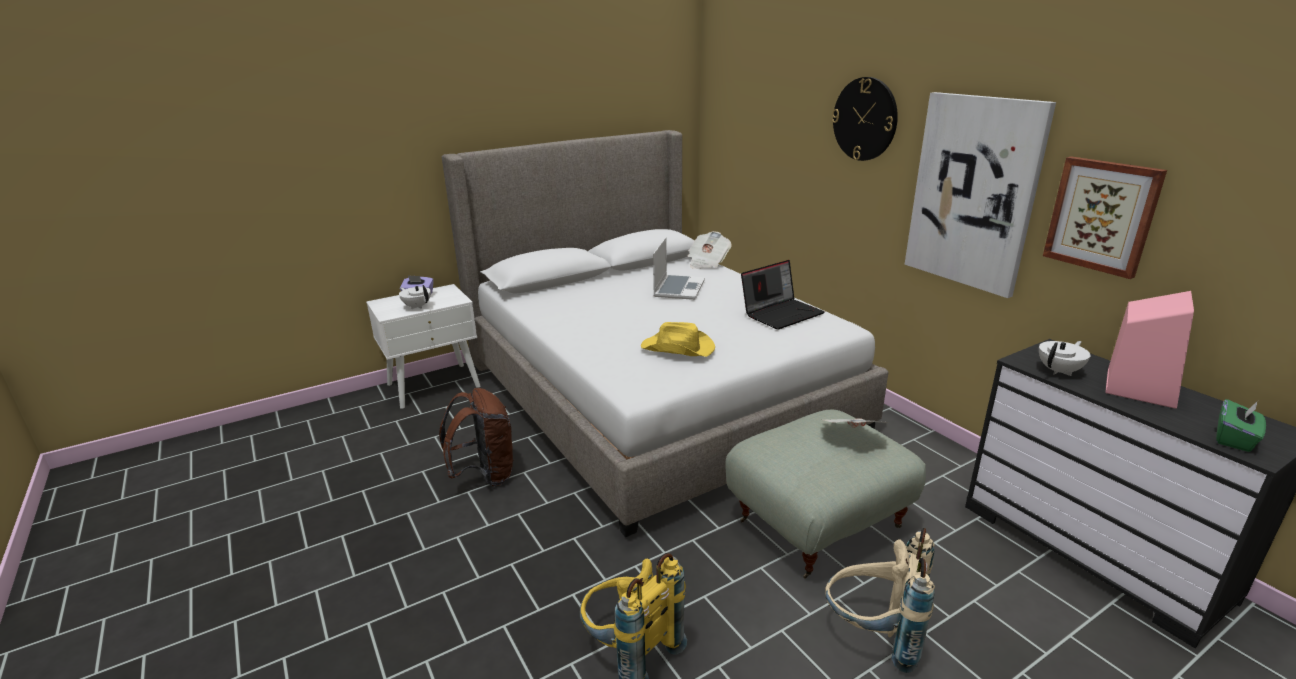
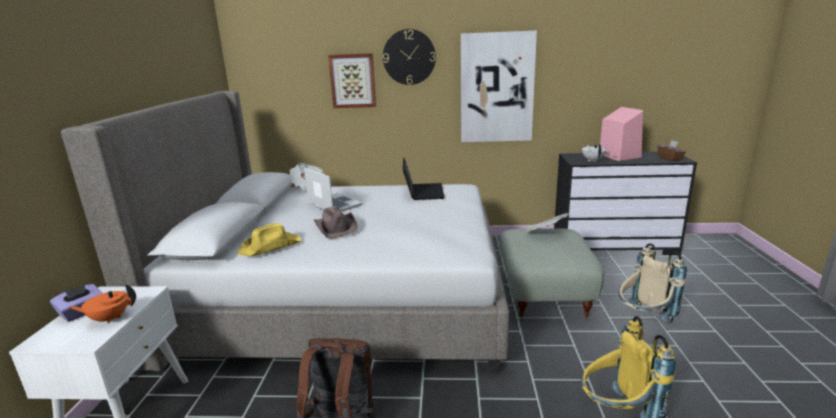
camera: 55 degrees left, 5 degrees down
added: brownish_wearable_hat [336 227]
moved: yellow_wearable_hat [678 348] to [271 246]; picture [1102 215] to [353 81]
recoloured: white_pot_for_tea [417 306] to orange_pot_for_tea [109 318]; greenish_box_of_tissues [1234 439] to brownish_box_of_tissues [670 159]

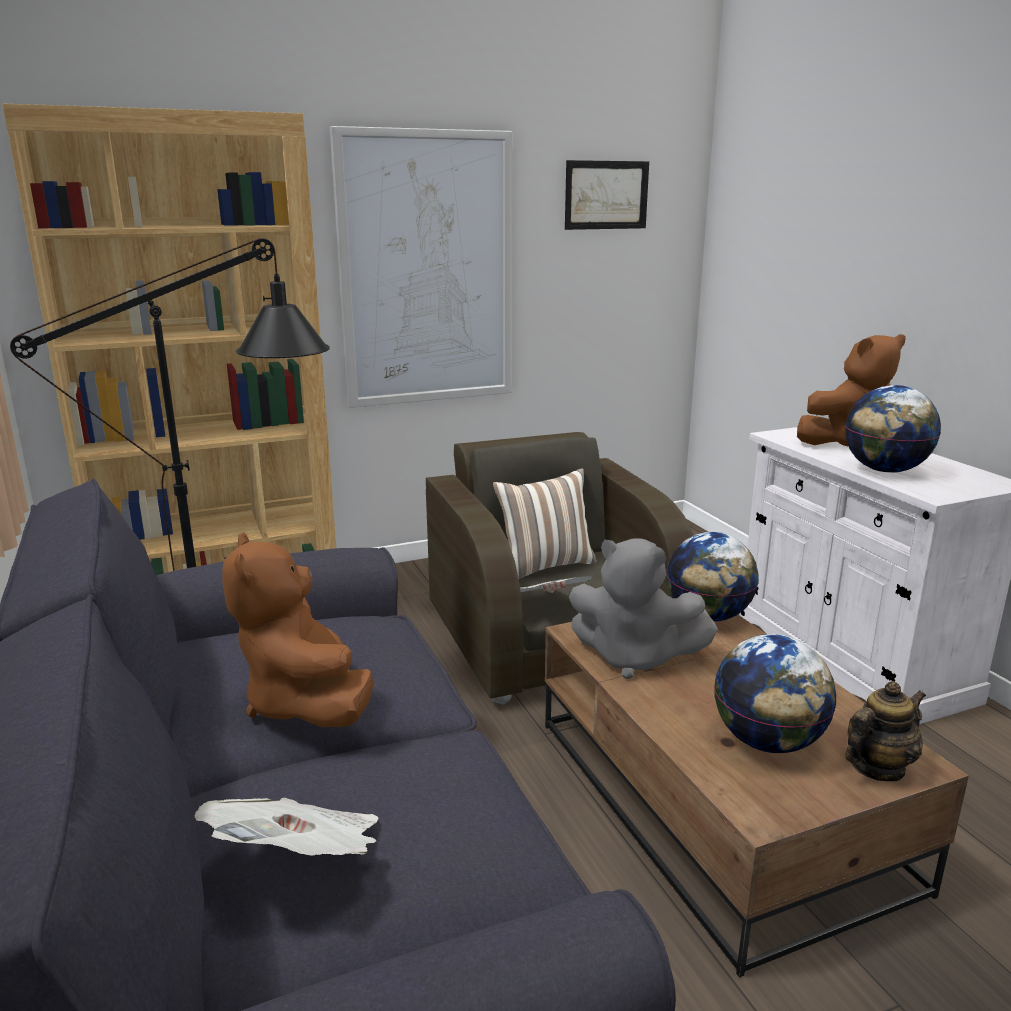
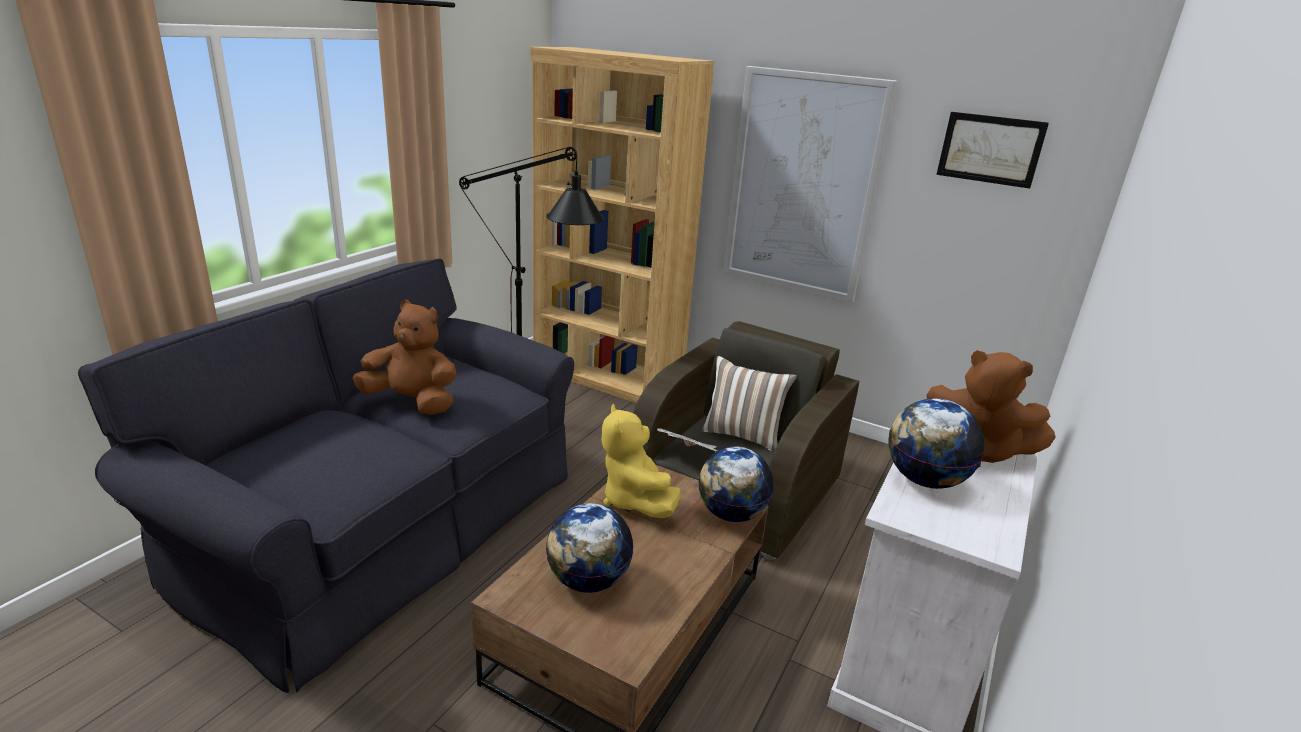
camera: 50 degrees right, 5 degrees up
removed: newspaper [301 861]; pot_for_tea [877 767]
recoloured: grey_soft_toy [634 658] to yellow_soft_toy [635 500]
turned: brownish_soft_toy [305 703] = [412 402] 75 degrees clockwise

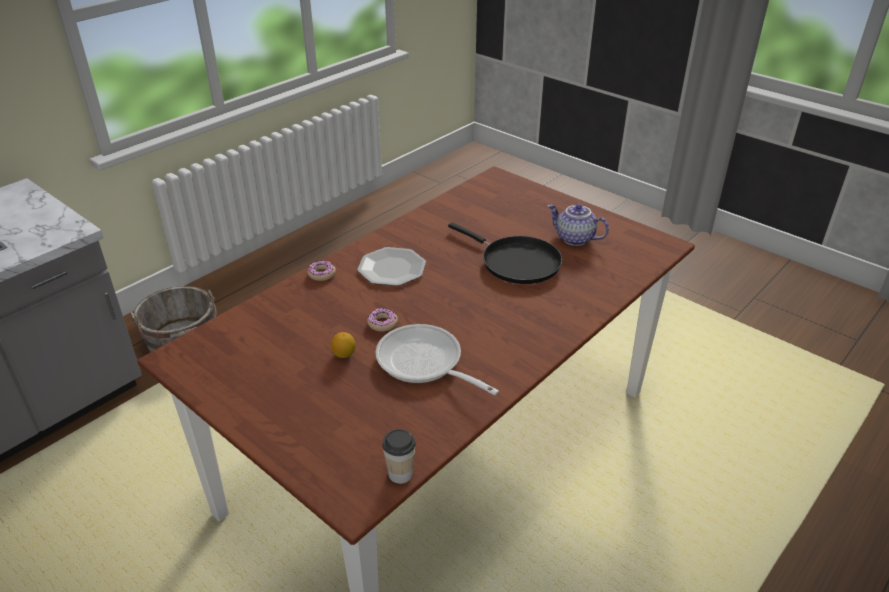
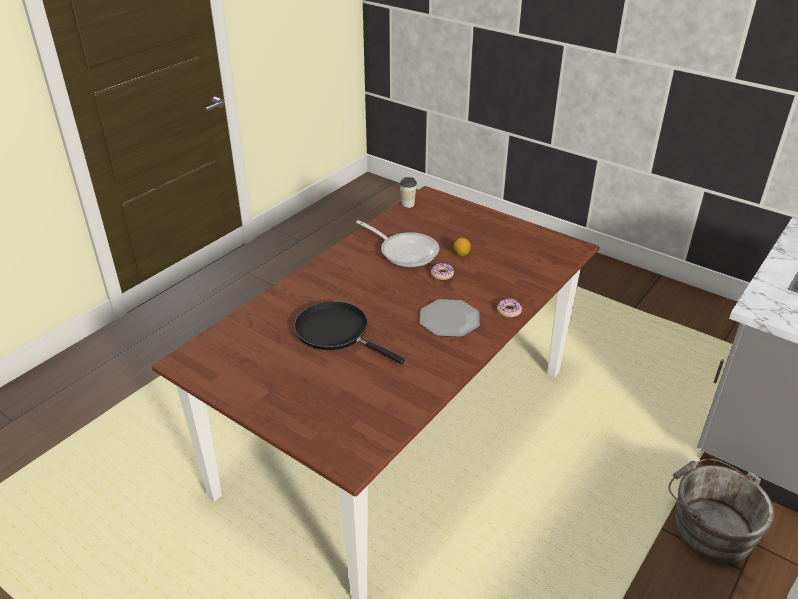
camera: 175 degrees right, 0 degrees up
removed: pot_for_tea [574 239]

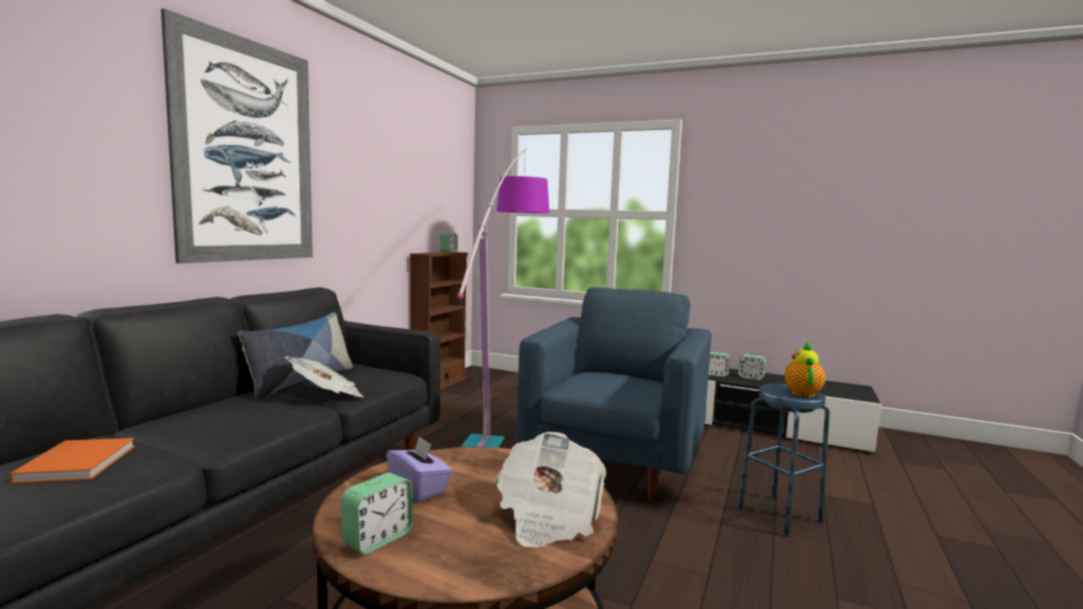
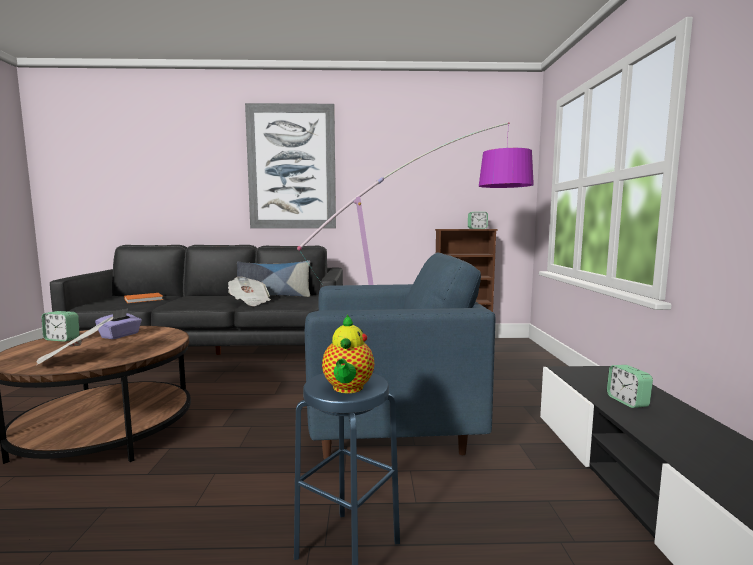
camera: 65 degrees right, 0 degrees up
removed: bedside_clock [751 377]
turned: pot_for_tea [802 392] = [347 388] 105 degrees clockwise

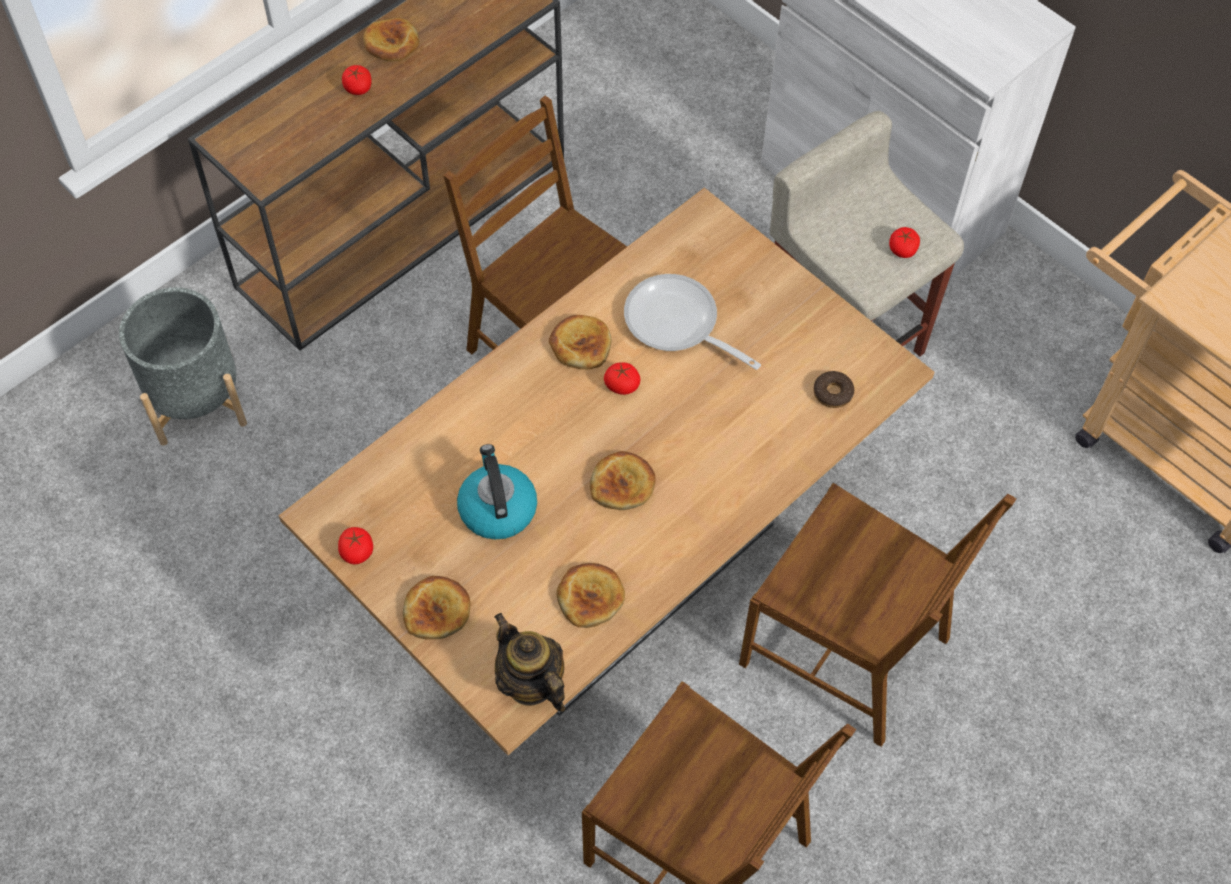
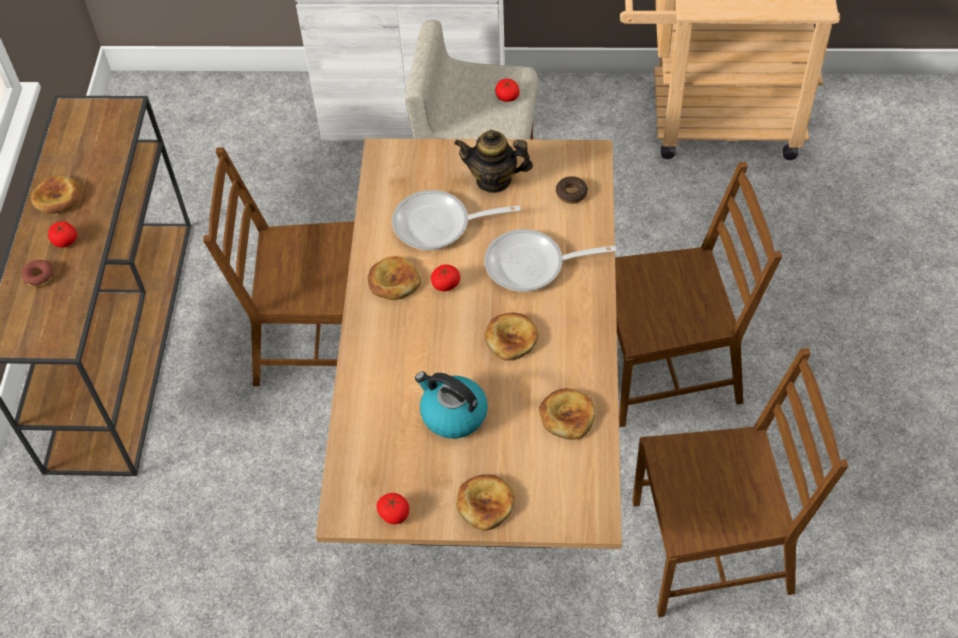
camera: 40 degrees left, 5 degrees down
removed: grey_flower_pot [197 400]
added: ring_doughnut [39 276]; frying_pan [532 265]
moved: pot_for_tea [530 683] to [494 180]

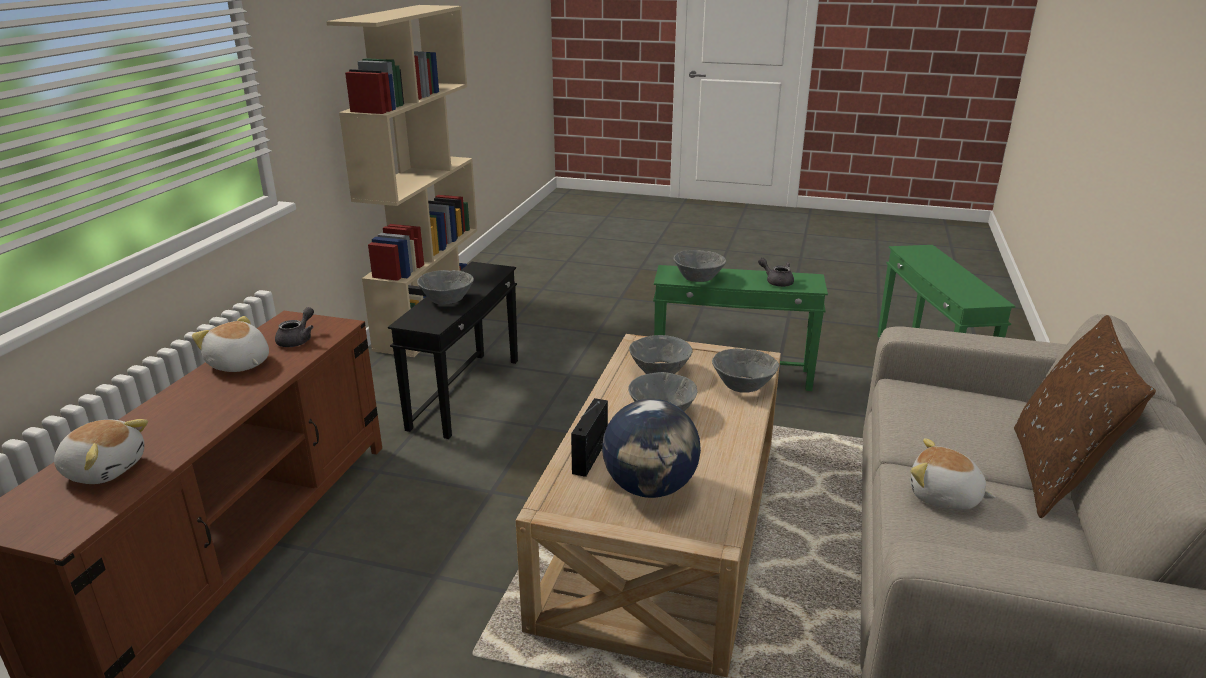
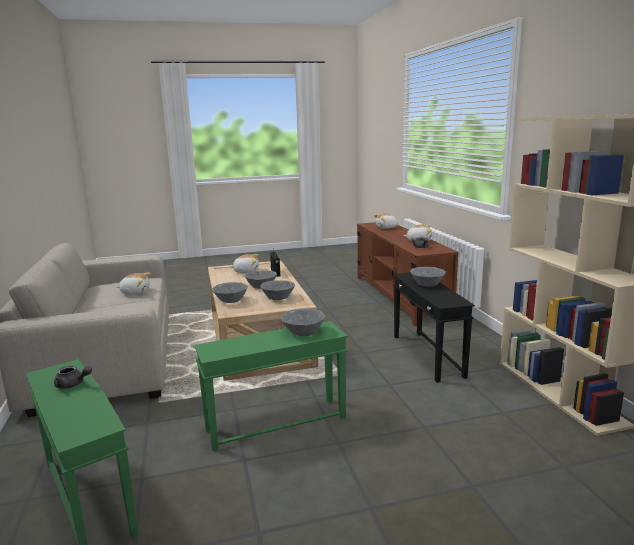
camera: 150 degrees right, 10 degrees down
removed: brownish_throw_pillow [1056 475]
moved: grey_pot_for_tea [776 282] to [73 385]
replaced: world_globe [650 488] to soft_toy [246 271]

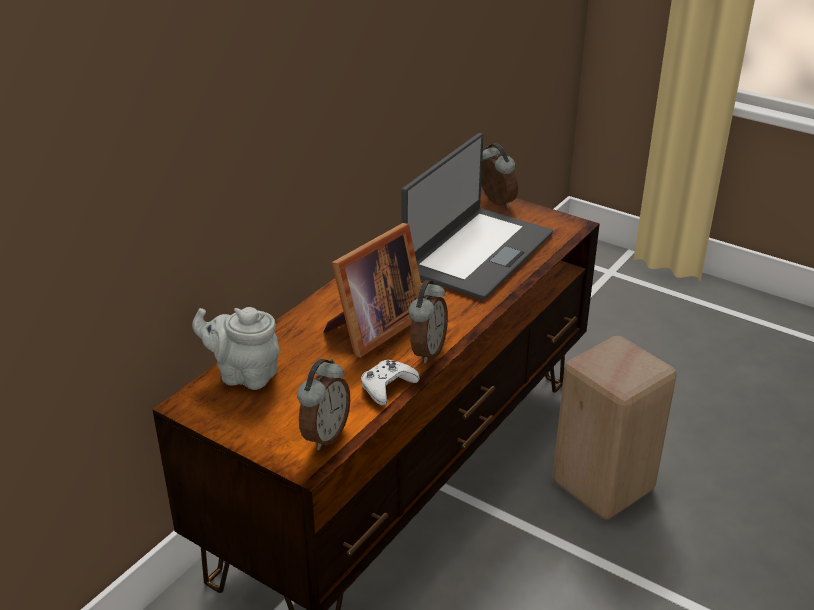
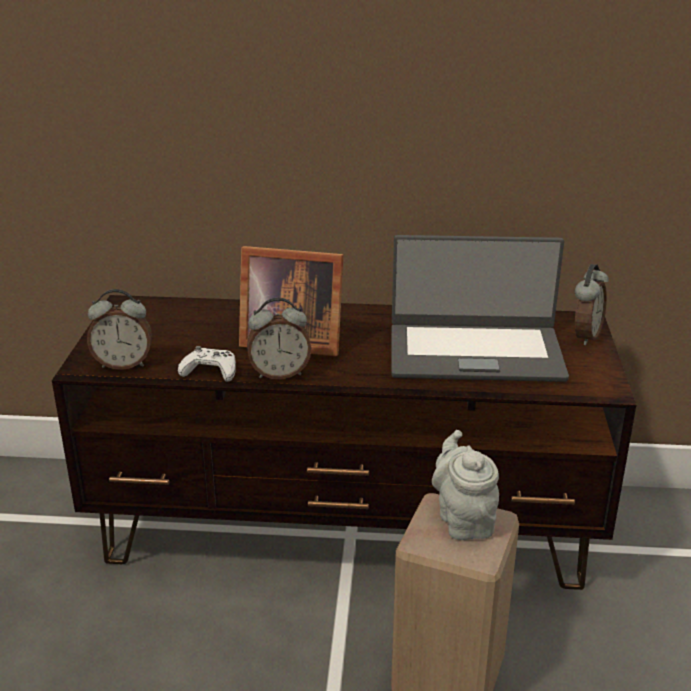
camera: 60 degrees right, 5 degrees down
moved: grey_pot_for_tea [244 375] to [463 519]

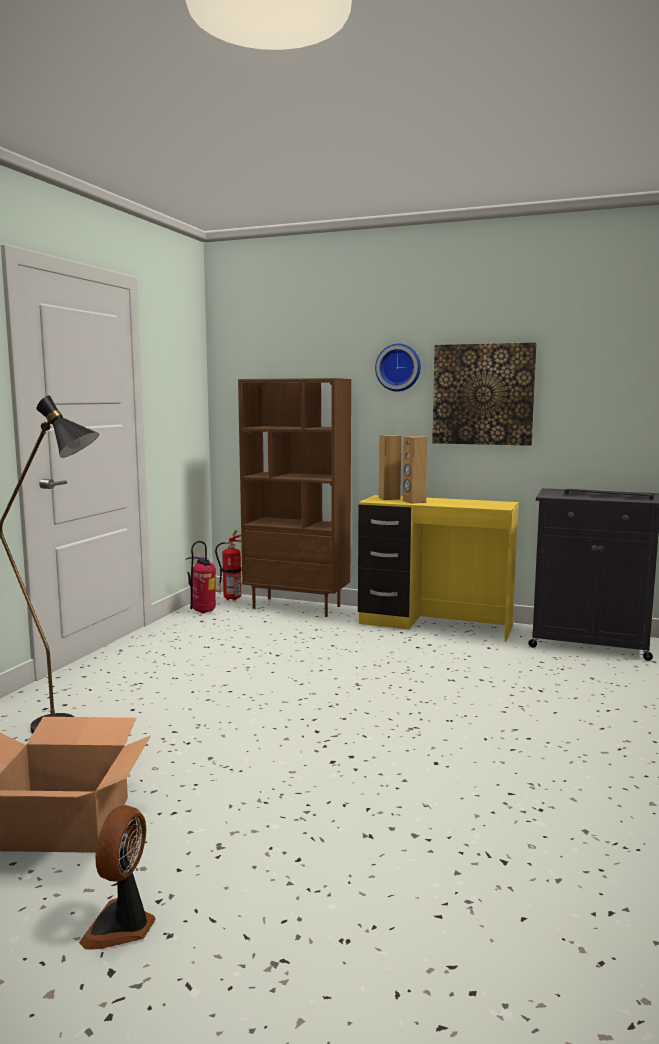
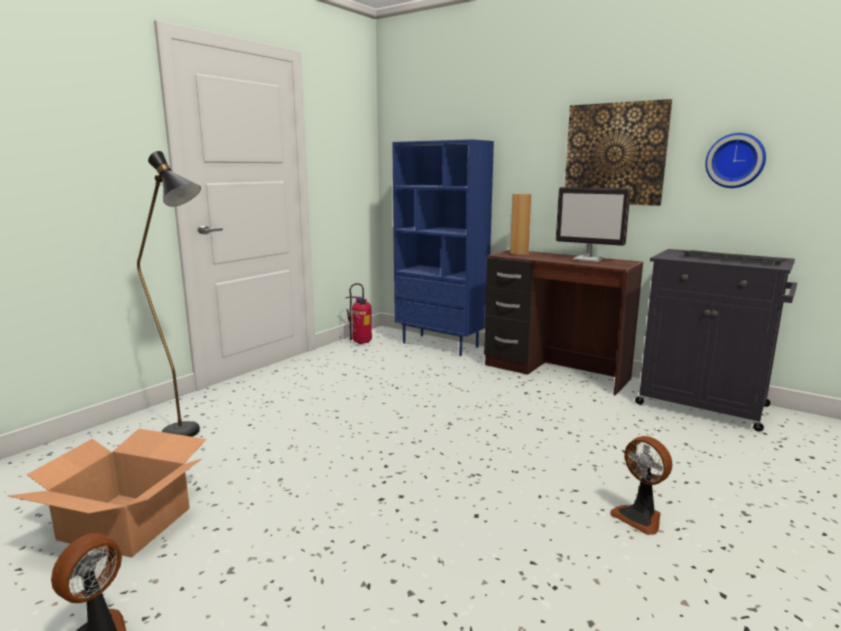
camera: 15 degrees right, 5 degrees up
removed: fire_extinguisher [230 599]; brownish_audio_speaker [413 501]
added: monitor [588 259]; cooling_fan [640 517]
moved: hanging_clock [398 367] to [735 160]
recoloured: brownish_bookcase [297 607] to blue_bookcase [441 345]; yellow_desk_unit [435 625] to brownish_desk_unit [555 372]

